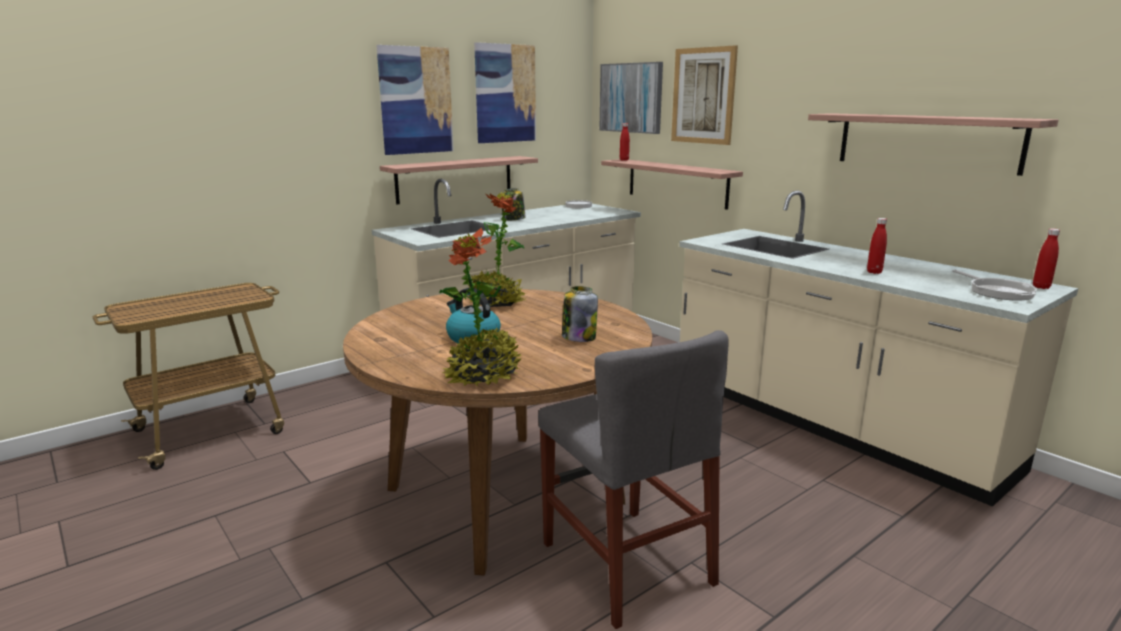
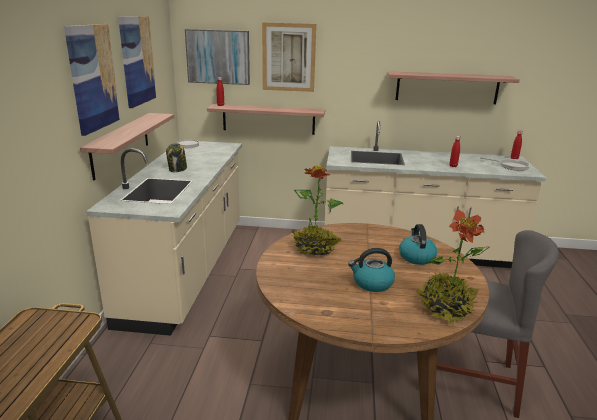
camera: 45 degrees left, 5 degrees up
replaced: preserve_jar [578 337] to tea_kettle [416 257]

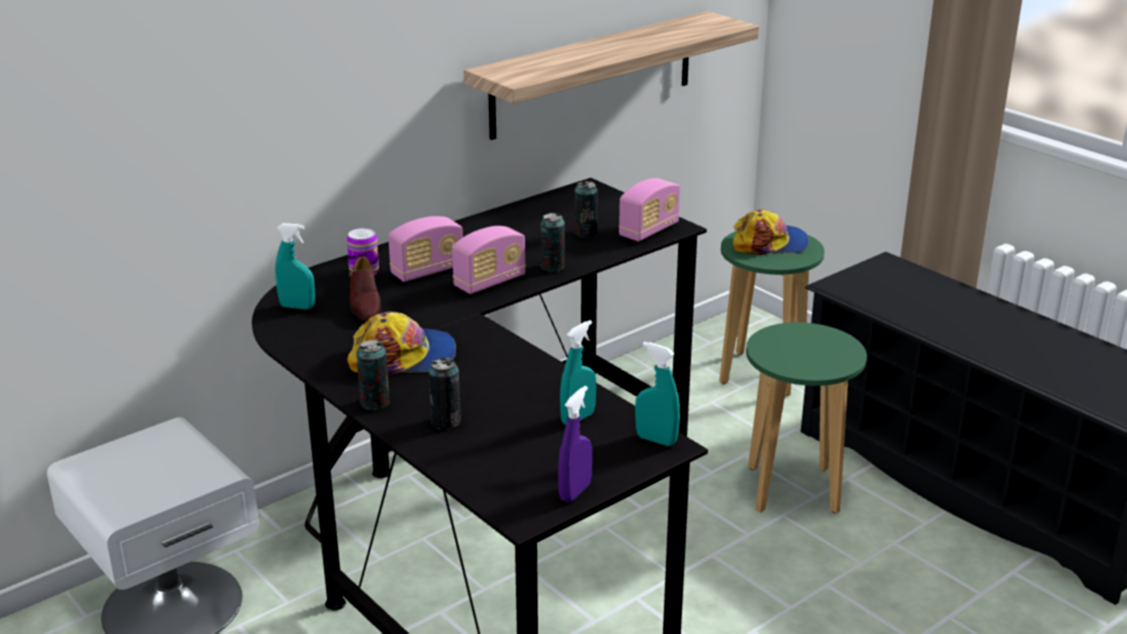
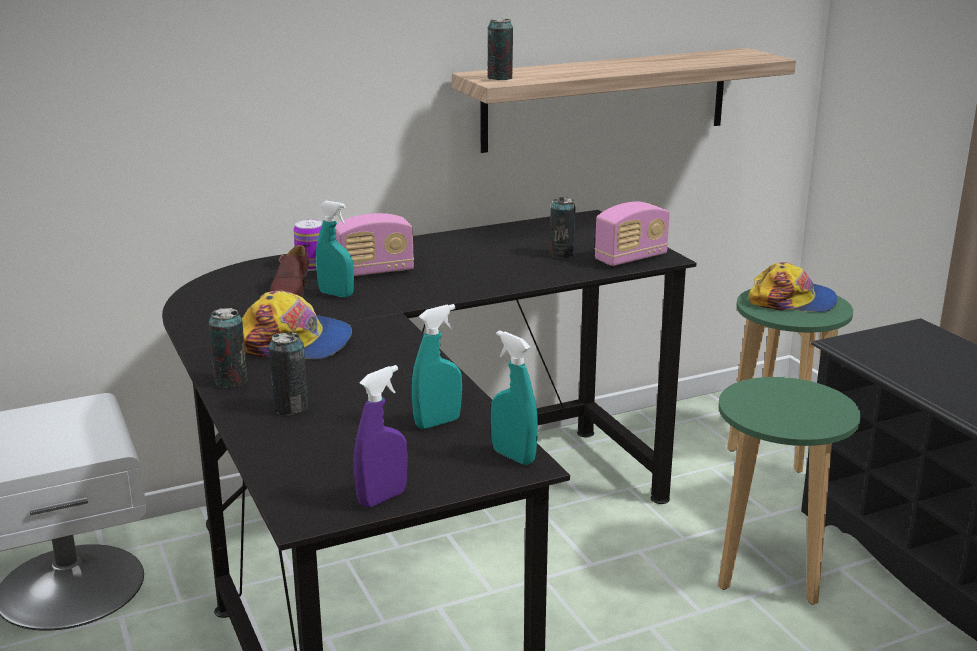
camera: 15 degrees right, 5 degrees down
removed: radio_receiver [490 282]
moved: turquoise-coloured_sprayer [297 307] to [336 294]; can [552 267] to [500 78]

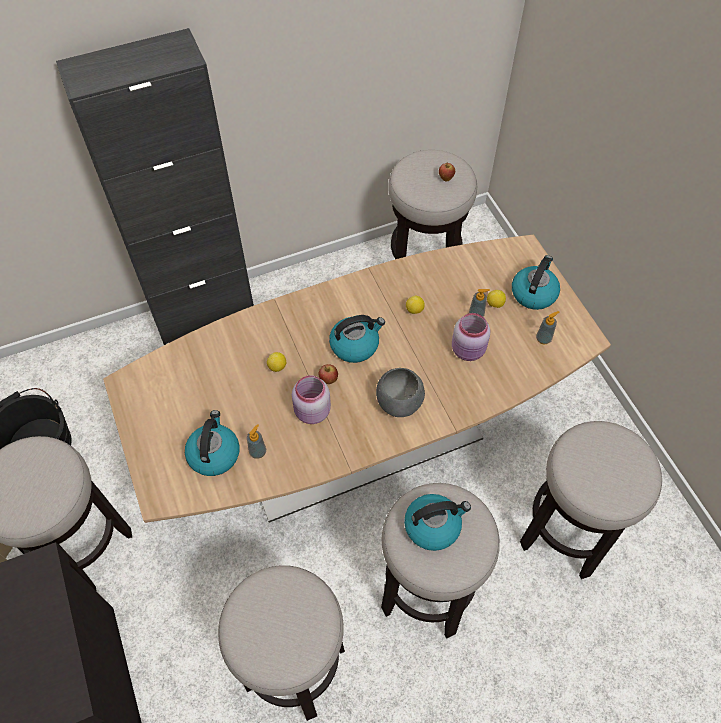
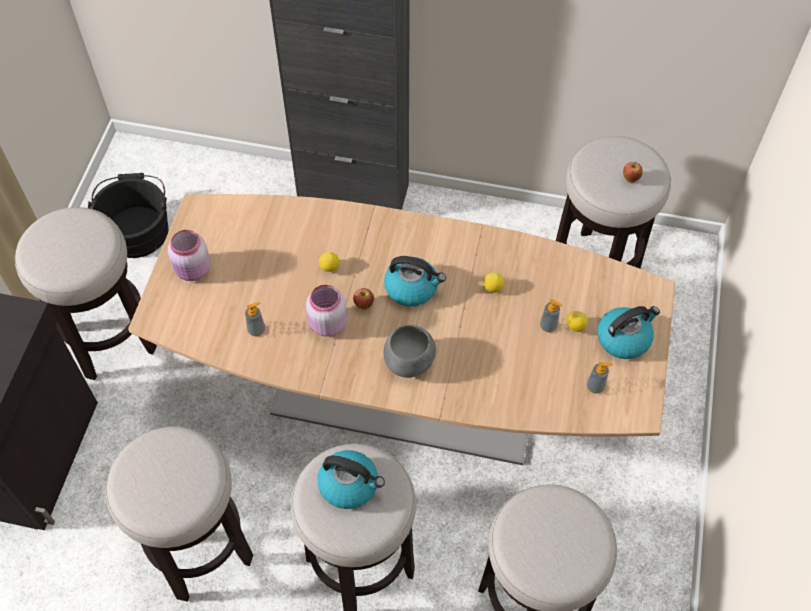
camera: 35 degrees right, 0 degrees up
removed: tea_kettle [214 454]
moved: pink-coloured_preserve_jar [468 350] to [193 271]

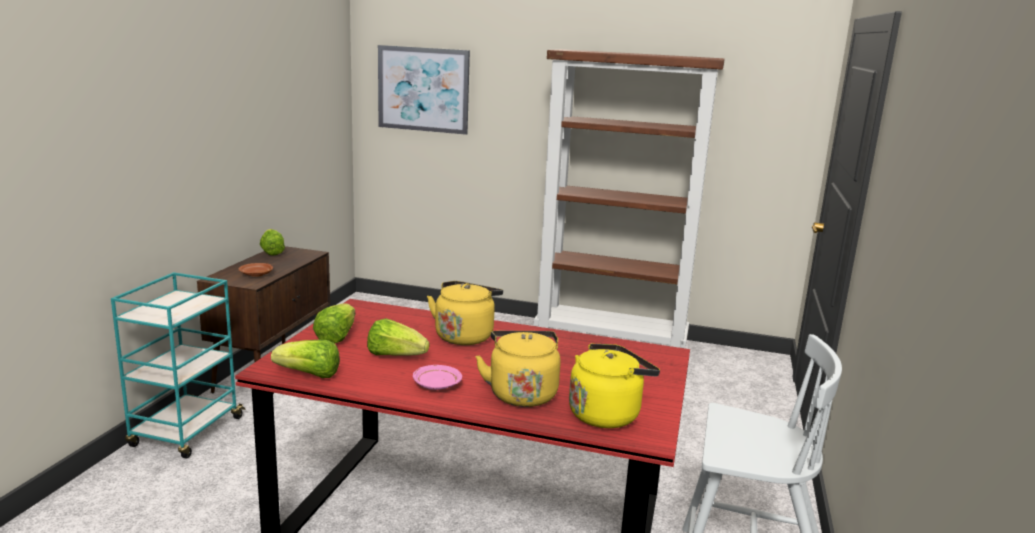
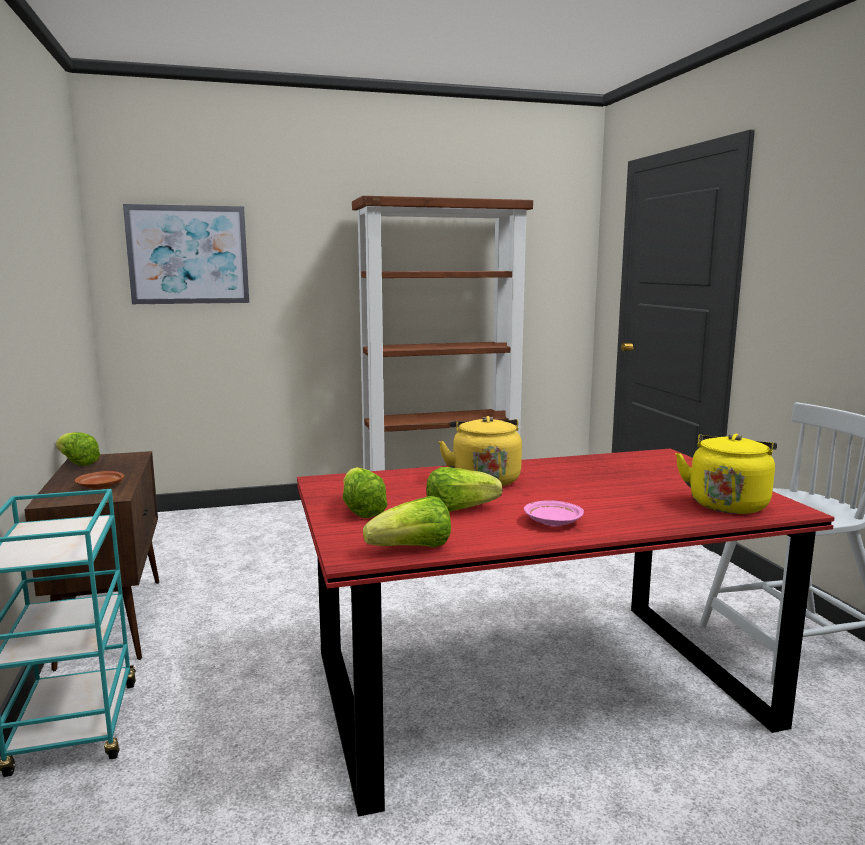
camera: 30 degrees left, 5 degrees down
removed: yellow_tea_kettle [521 393]

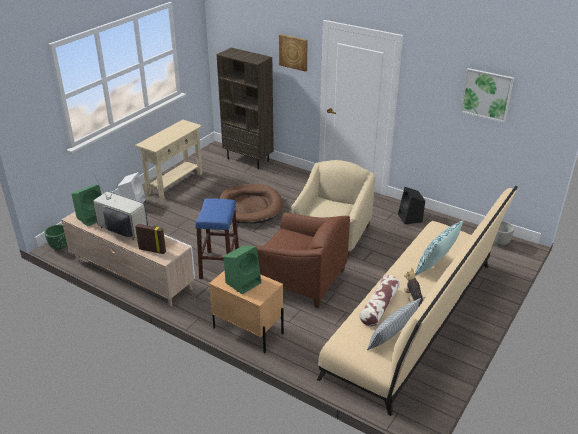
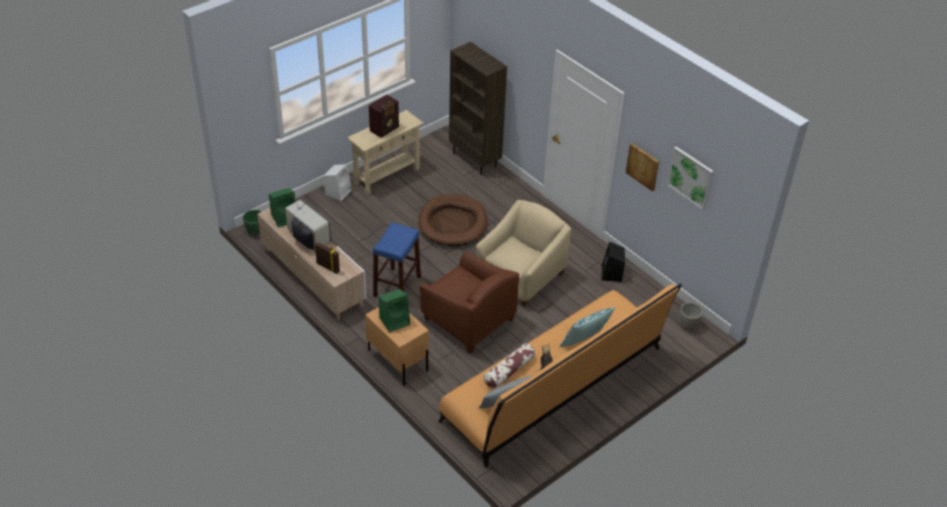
camera: 15 degrees right, 10 degrees up
added: radio_receiver [385 129]
moved: picture [293 52] to [643 166]
recoloured: beige-coloured_settee [417 320] to orange_settee [556 387]

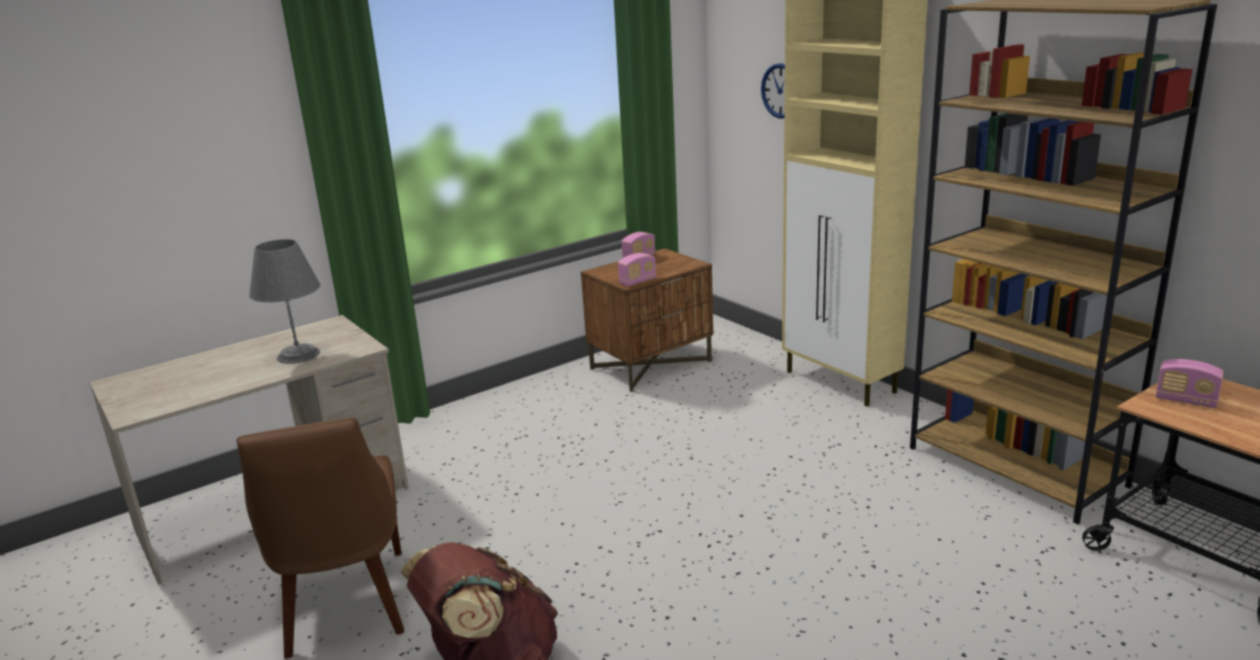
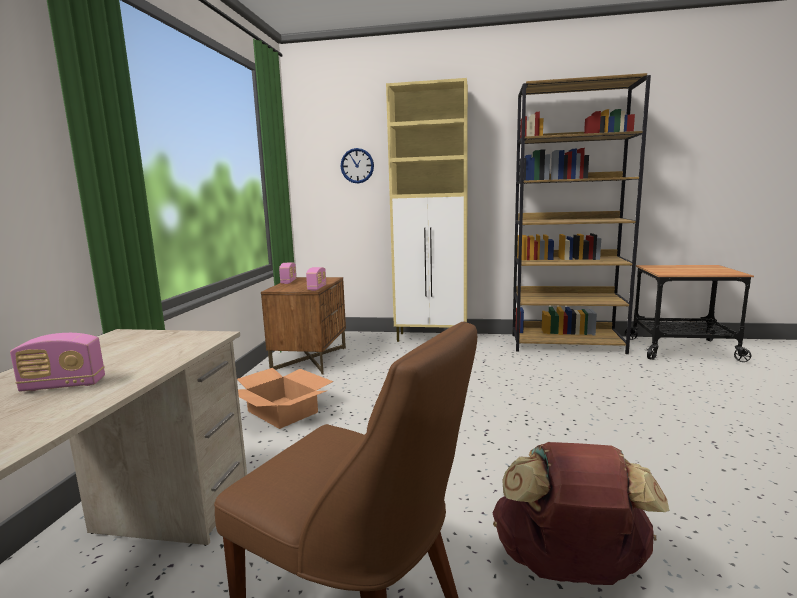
camera: 45 degrees left, 10 degrees down
removed: grey_table_lamp [299 355]
added: cardboard_box [282 411]
moved: radio_receiver [1185 400] to [63 385]

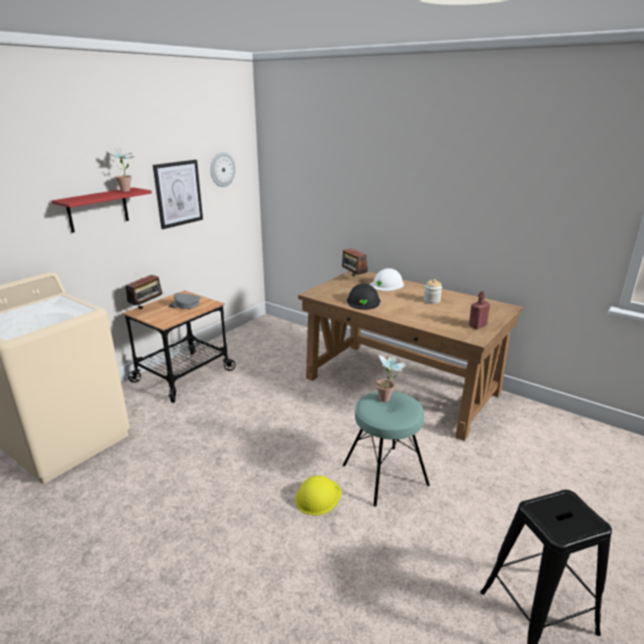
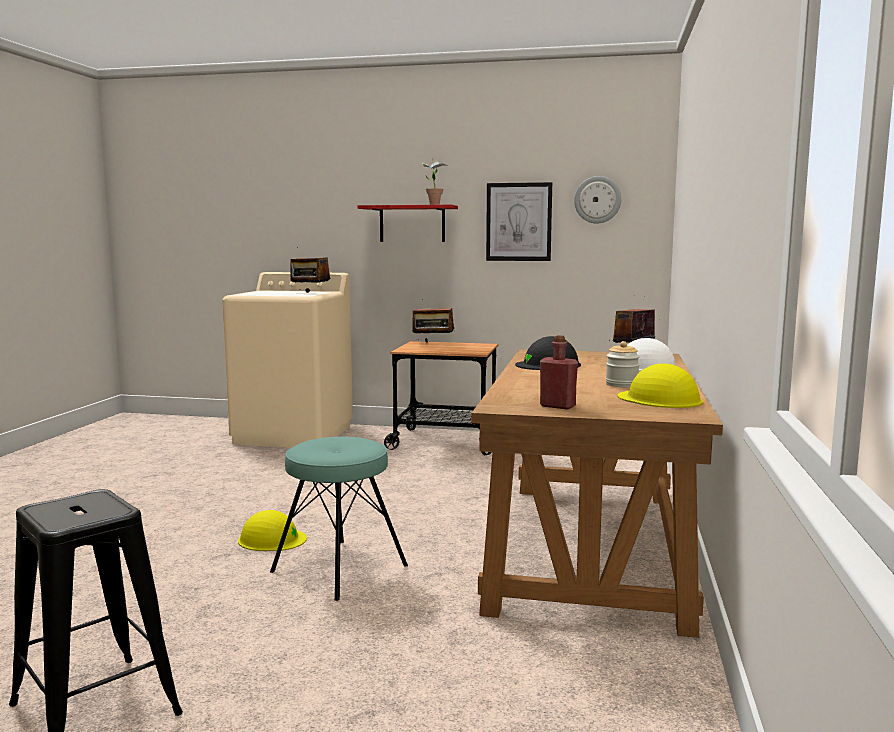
camera: 65 degrees right, 15 degrees down
removed: grey_cap [184 305]; plant_in_a_pot [388 400]
added: radio_receiver [310 293]; yellow_work_helmet [660 399]

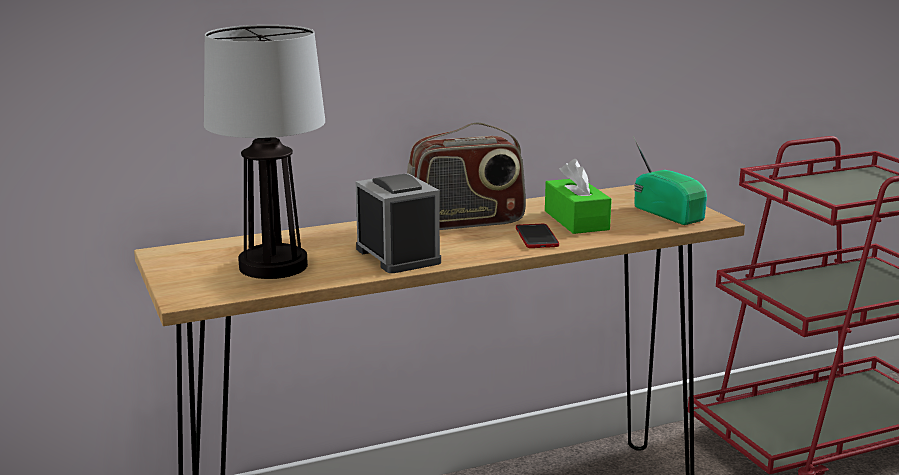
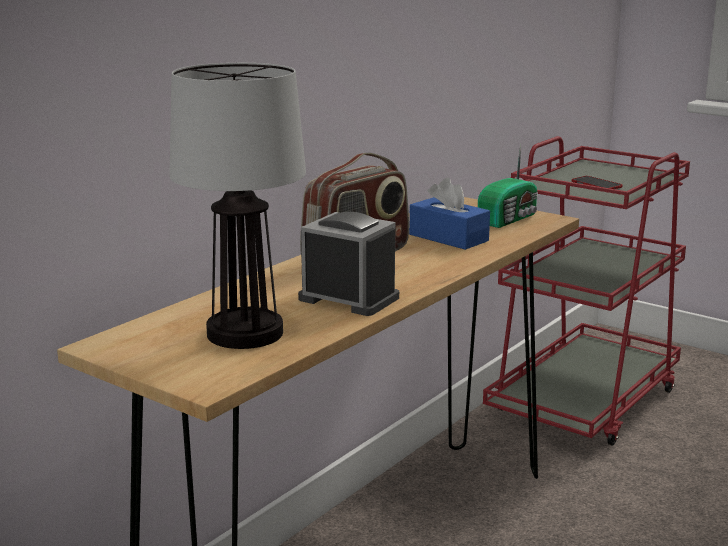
camera: 30 degrees left, 0 degrees up
moved: telephone [536 237] to [596 184]
recoloured: greenish_box_of_tissues [576 220] to blue_box_of_tissues [448 237]
turned: radio_receiver [668 213] = [509 219] 105 degrees clockwise

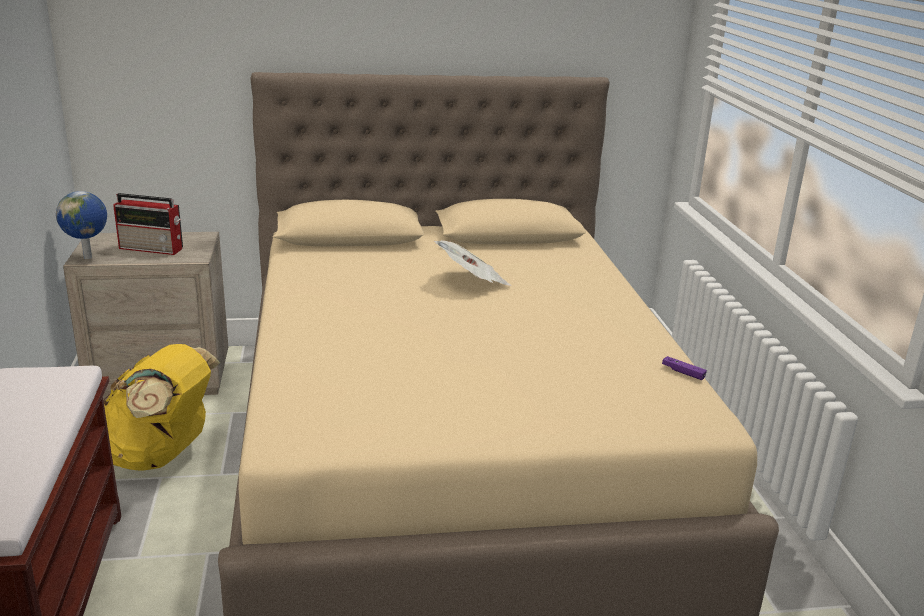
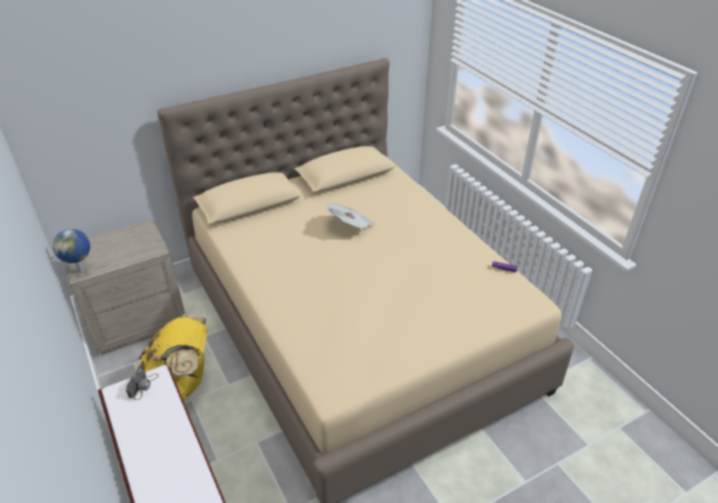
camera: 20 degrees left, 15 degrees up
removed: radio_receiver [152 248]
added: still_camera [143 386]

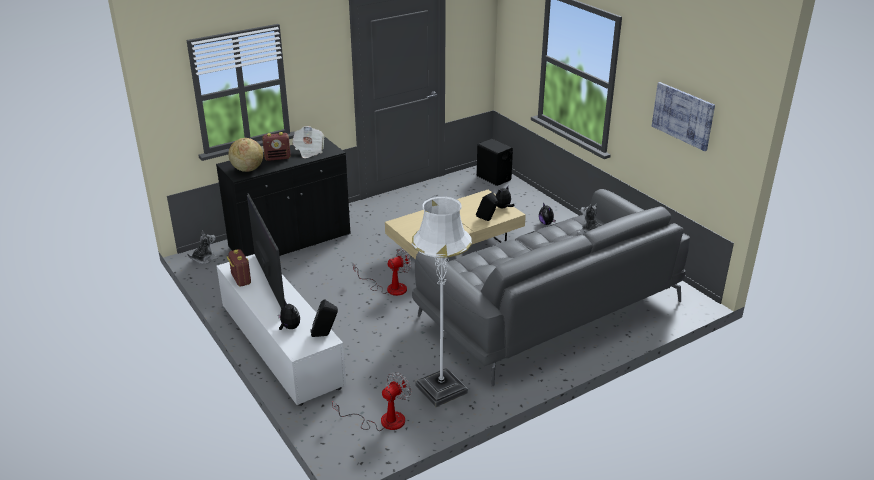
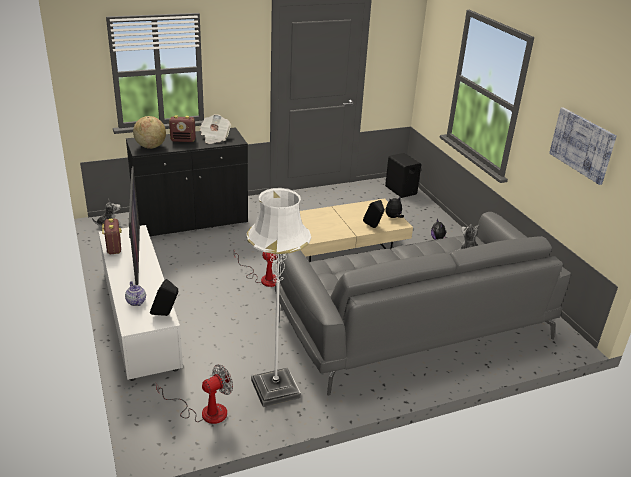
camera: 10 degrees right, 0 degrees up
replaced: soft_toy [289 327] to pot_for_tea [135 301]

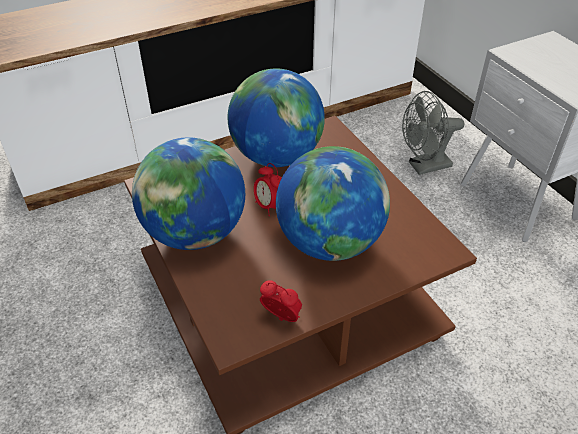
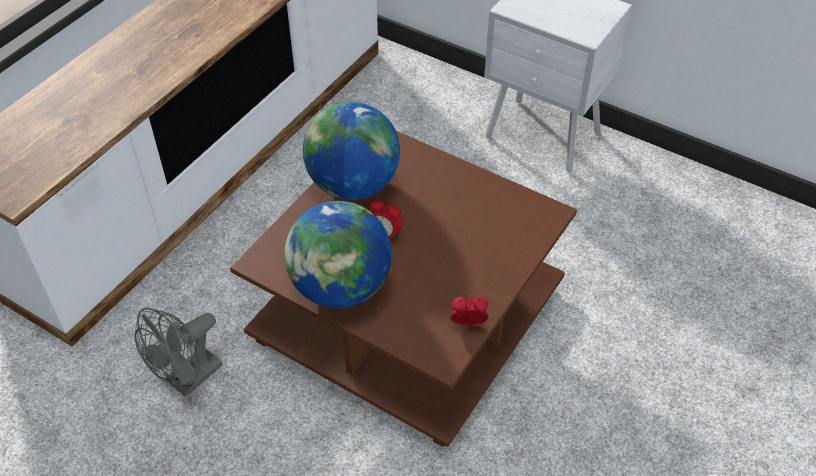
camera: 30 degrees left, 5 degrees up
removed: world_globe [329 243]
moved: grey_cooling_fan [424 167] to [188 380]

